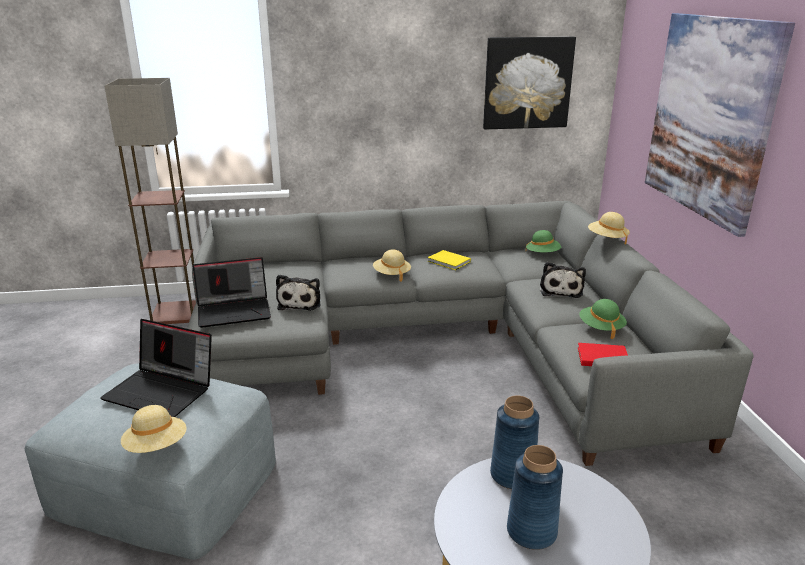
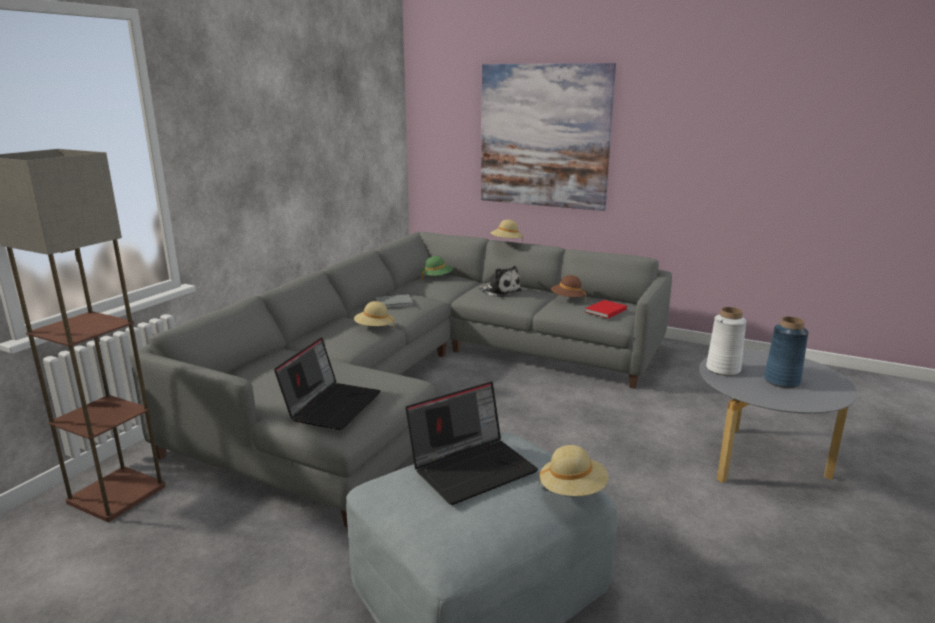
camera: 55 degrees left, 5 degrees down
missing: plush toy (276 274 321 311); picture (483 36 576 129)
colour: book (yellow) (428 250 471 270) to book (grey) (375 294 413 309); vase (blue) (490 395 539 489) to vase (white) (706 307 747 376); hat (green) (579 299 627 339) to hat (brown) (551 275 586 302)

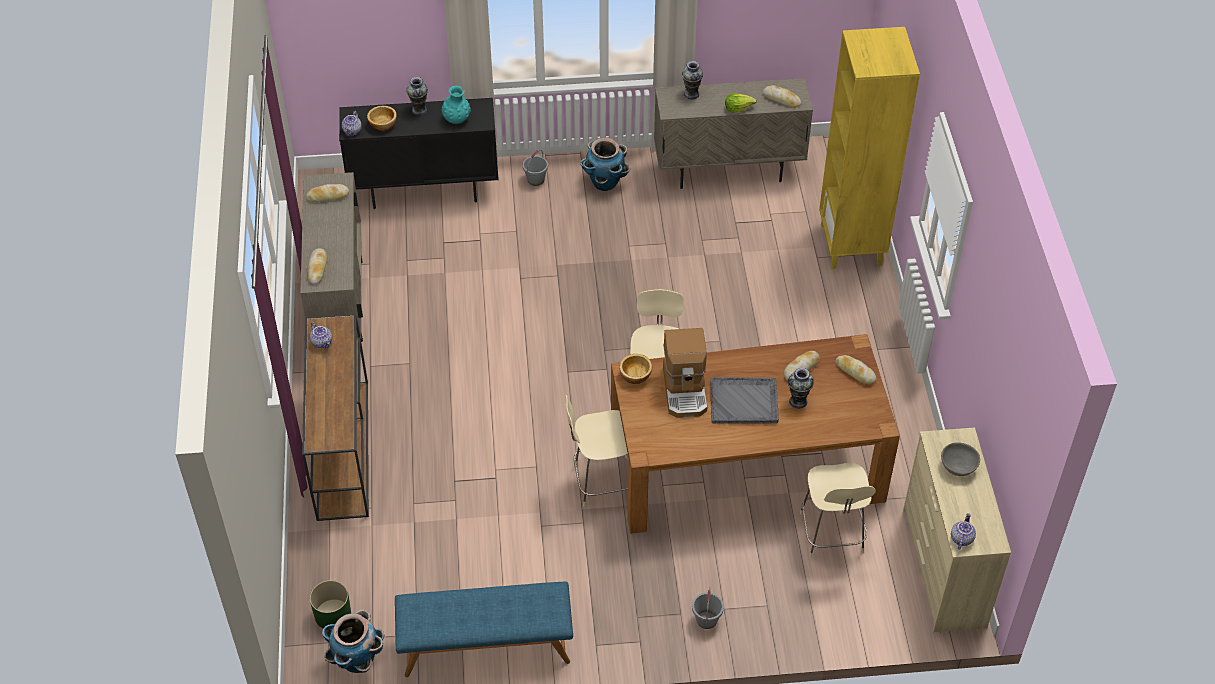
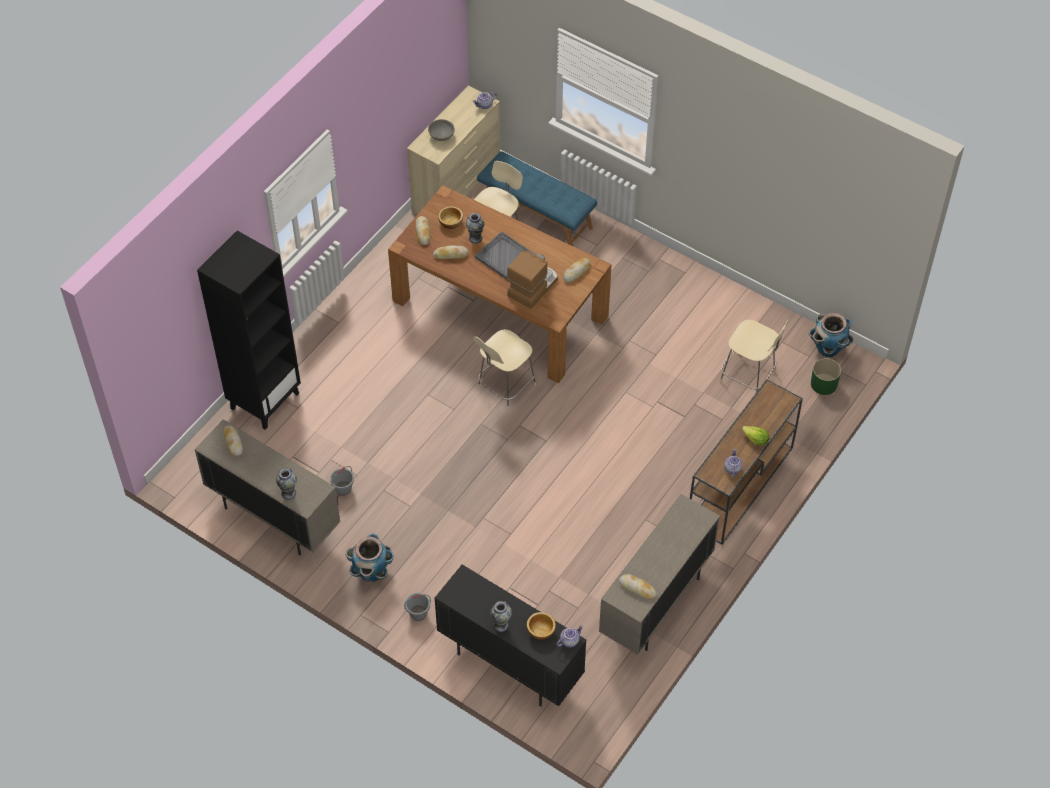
camera: 140 degrees left, 5 degrees up
missing: vase (turquoise) (441 85 471 124)
relocated: bread (307 248 328 284) to (563 258 591 282); bench (blue) (395 581 573 677) to (477 151 597 246); chair (beige) (565 395 629 507) to (720 319 790 392); bowl (619 354 652 384) to (438 206 463 229); bucket (grey) (692 587 724 629) to (330 466 354 496); lettuce (725 93 756 113) to (742 426 769 445)
colour: bookcase (yellow) (819 27 920 269) to bookcase (black) (197 231 301 430)

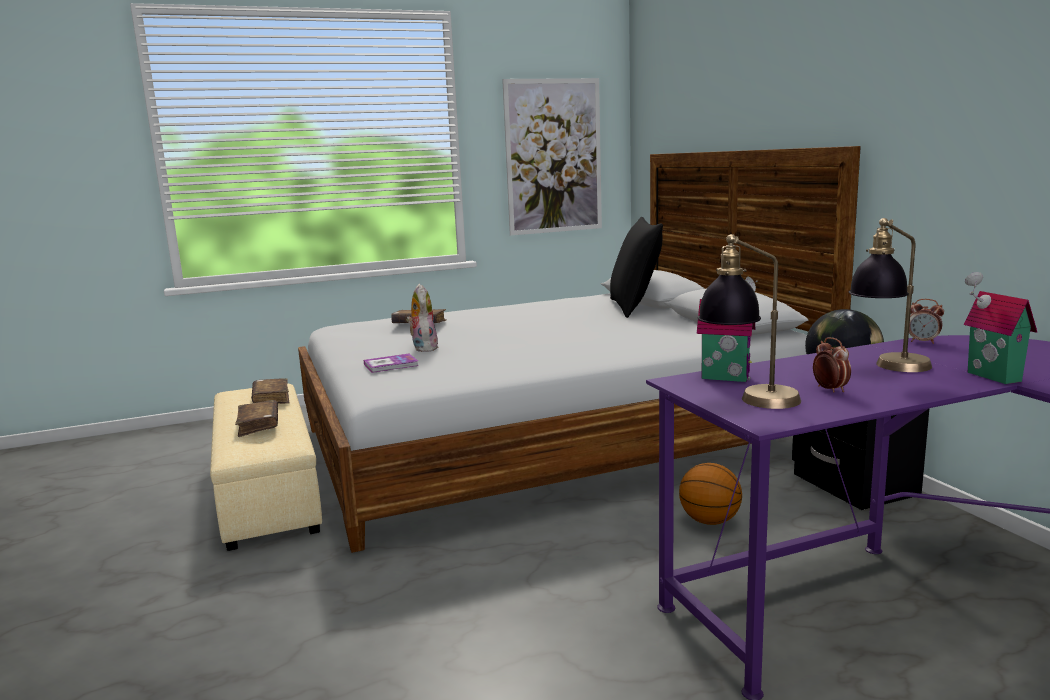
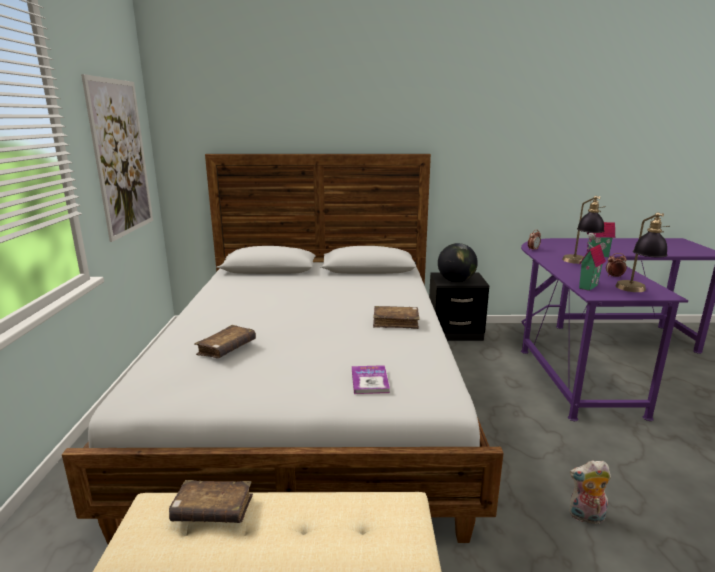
camera: 70 degrees left, 5 degrees up
missing: pillow (black) (610 217 663 318); basketball (679 463 742 525)
relocated: book (brown) (235 400 278 437) to (373 306 420 329); plush toy (406 284 438 352) to (569 461 611 524)

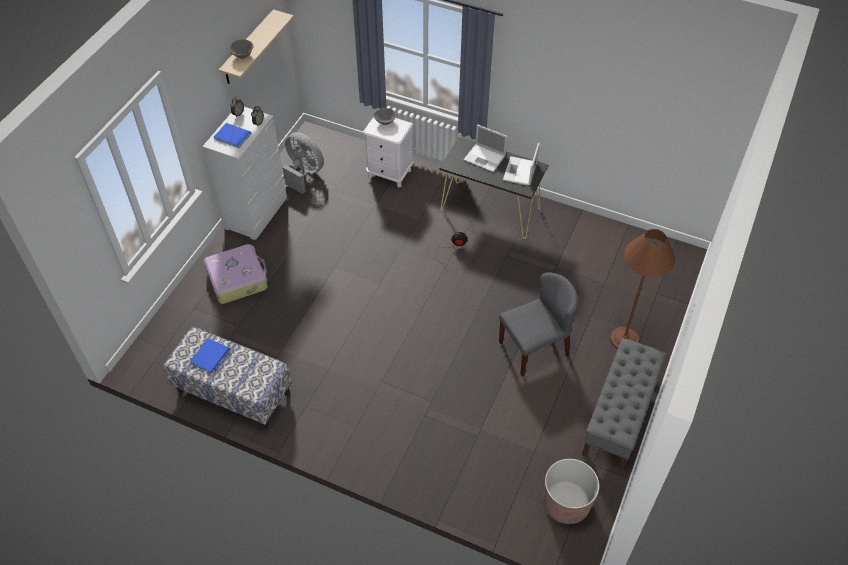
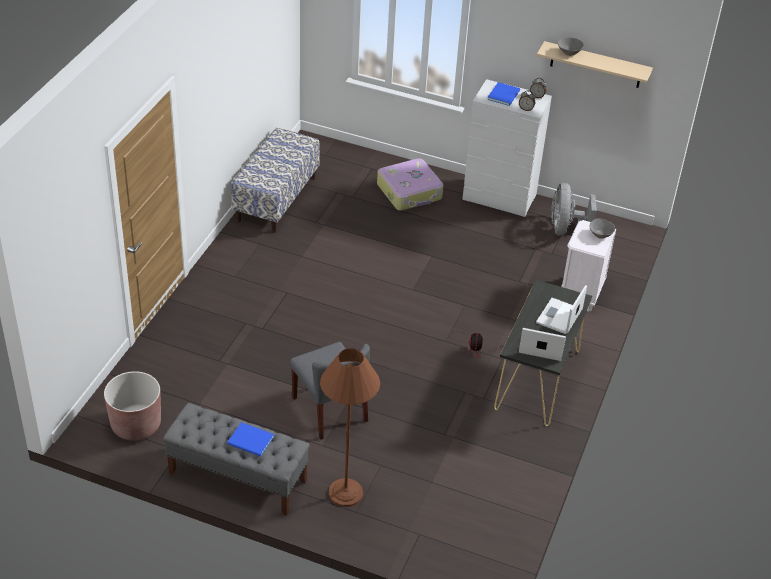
camera: 85 degrees right, 10 degrees down
relocated: book (blue) (190 338 230 373) to (227 422 274 457)
spun: fan (grey) (283 132 324 194) = (551 183 597 235) 150 degrees clockwise

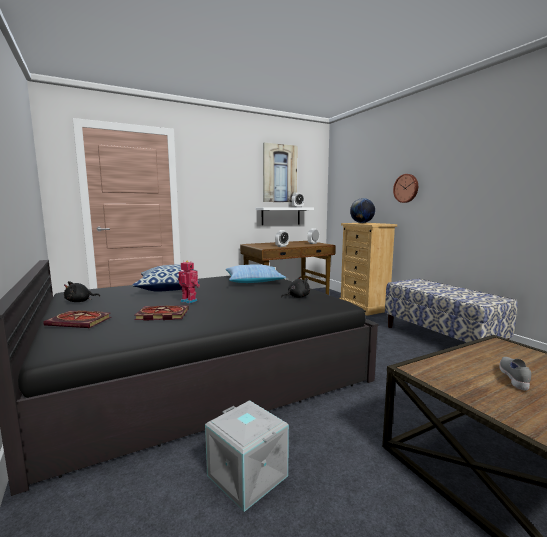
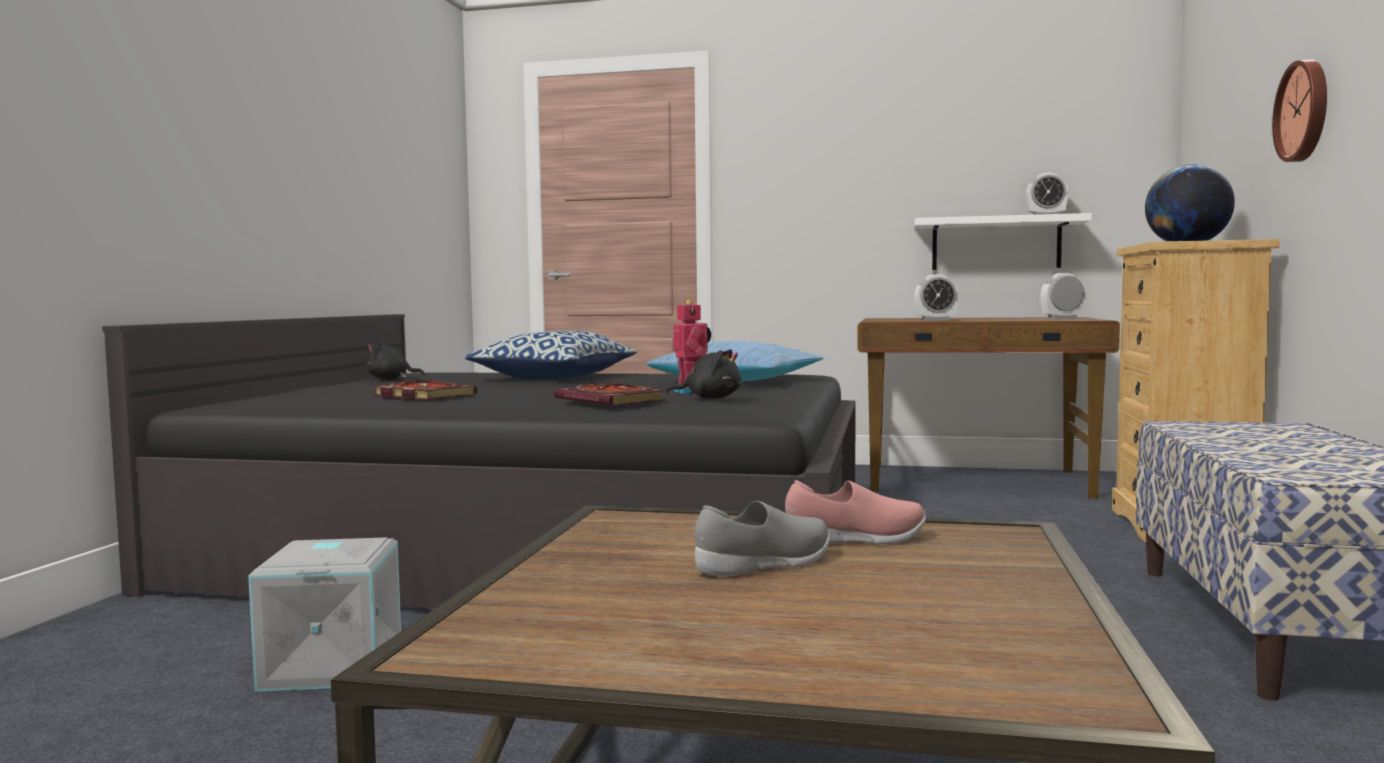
camera: 40 degrees right, 5 degrees down
missing: picture (263 142 297 202)
appeared: shoe (pink) (785 480 926 544)
relocated: book (43 310 111 328) to (554 383 666 405); toy robot (178 260 200 304) to (673 300 711 394)

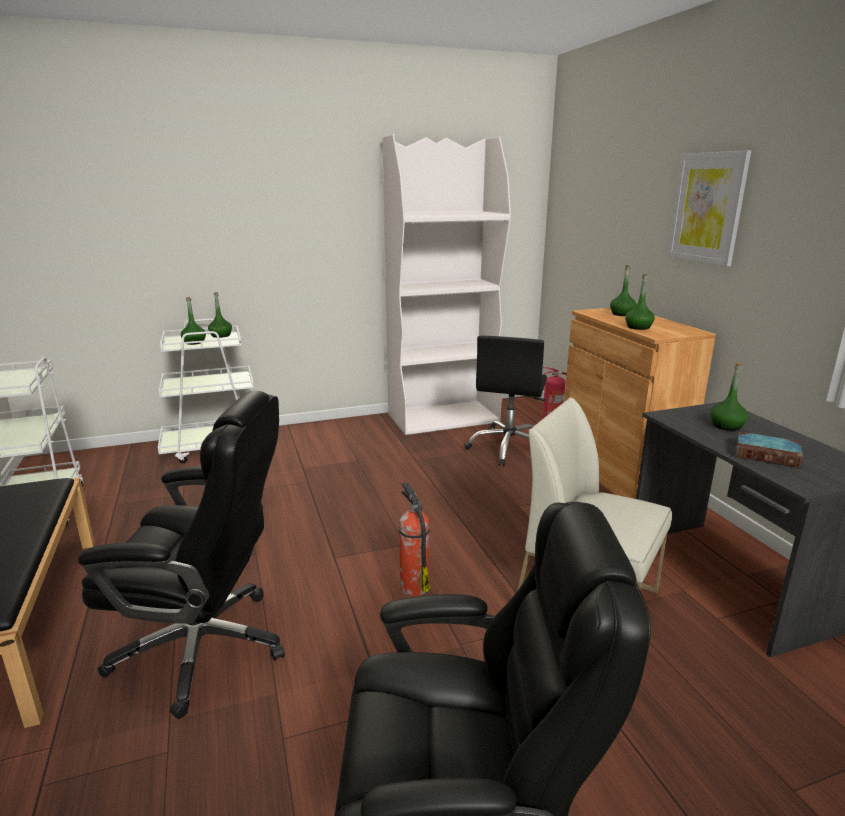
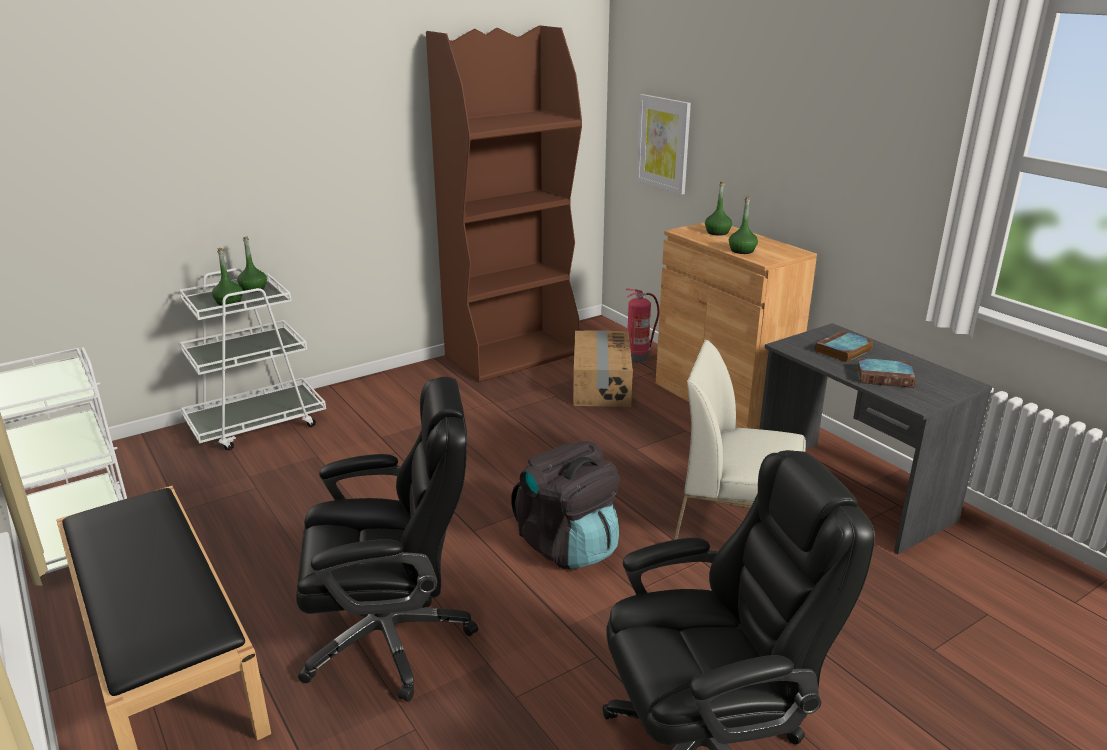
camera: 15 degrees left, 5 degrees up
relocated: picture (668 150 751 266) to (636 94 691 195)
exchanged: fire extinguisher (399 482 430 596) to backpack (black) (511 441 619 569); office chair (black) (465 336 547 466) to cardboard box (573 330 633 407); bottle (green) (710 363 748 431) to book (815 330 873 363)
colour: bookcase (white) (383 134 511 435) to bookcase (brown) (426 25 582 382)

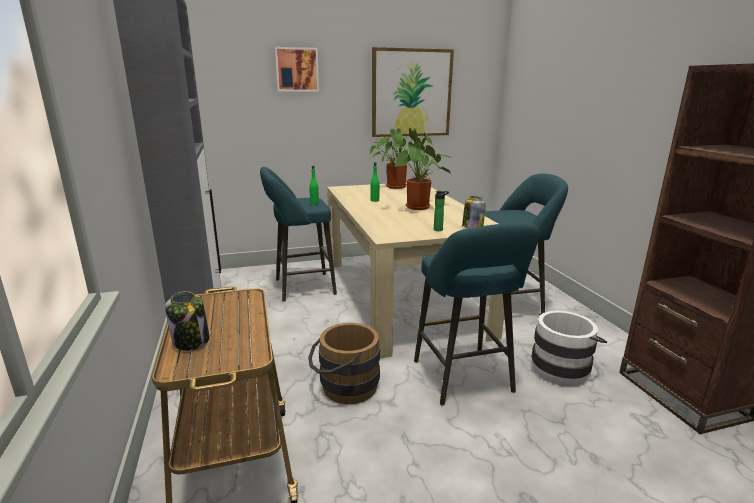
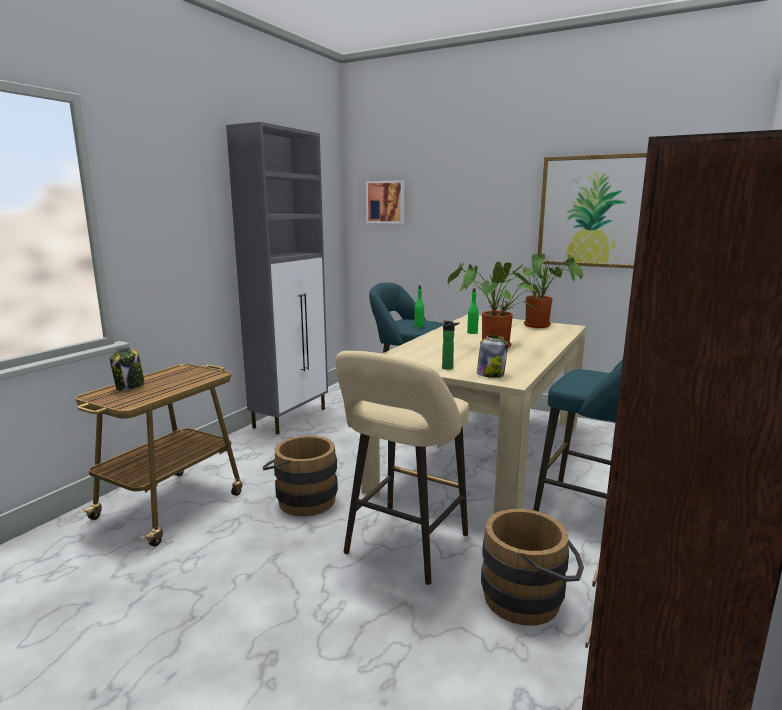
camera: 45 degrees right, 5 degrees down
relocated: picture (275 47 319 92) to (366 180 405 224)
colour: stool (turquoise) (414 223 540 405) to stool (beige) (336 351 469 585); bucket (white) (532 311 607 387) to bucket (brown) (481 509 584 626)

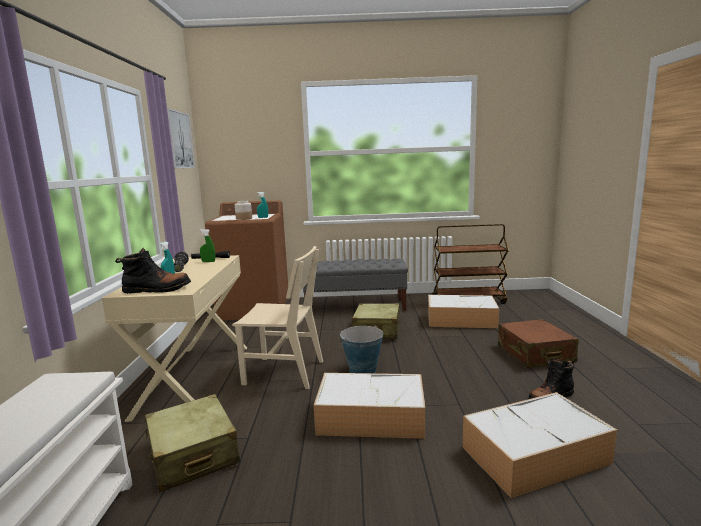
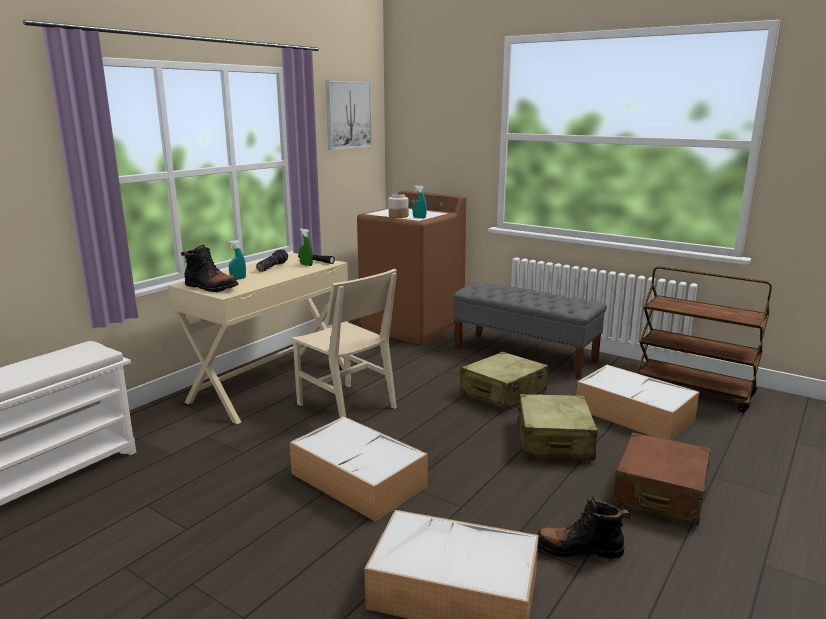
camera: 35 degrees right, 5 degrees up
missing: bucket (340 326 383 373)
relocated: suitcase (beige) (145 394 240 492) to (517 394 598 460)

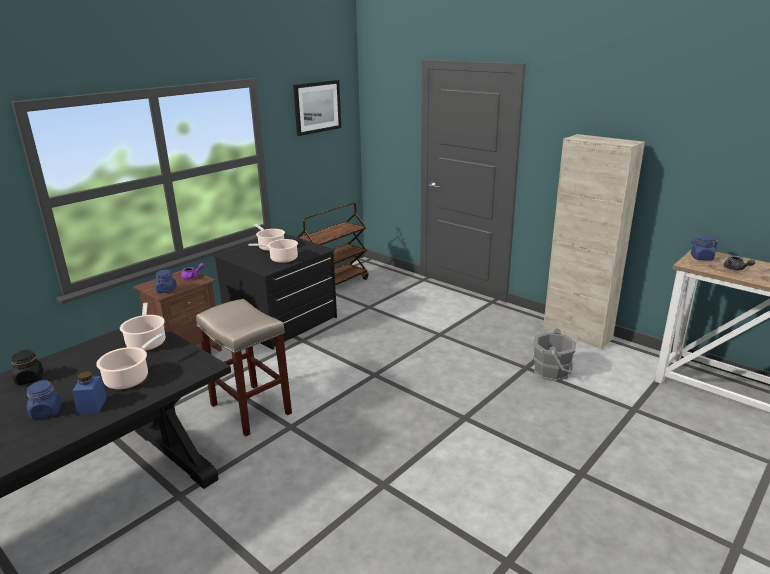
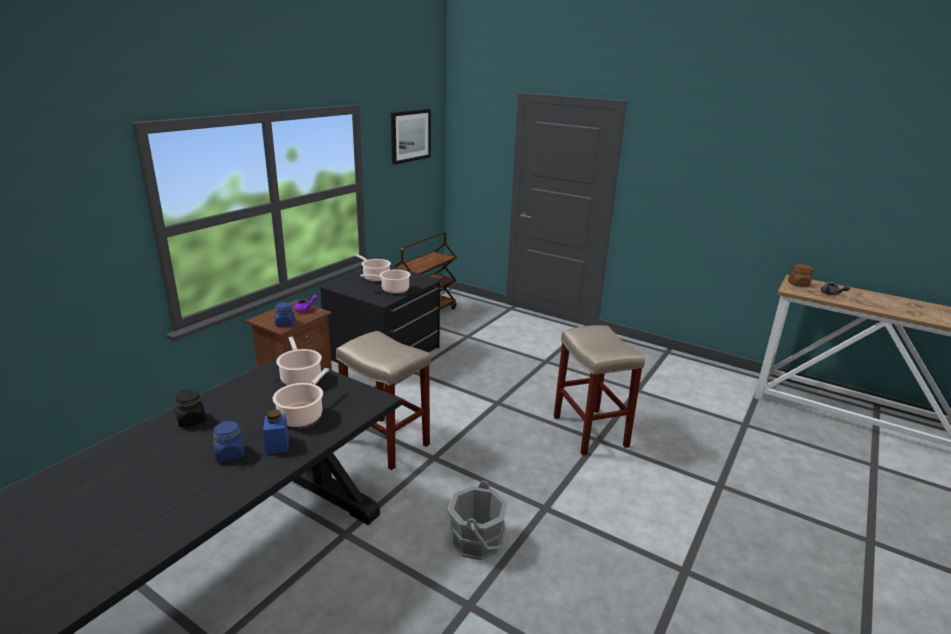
camera: 10 degrees left, 0 degrees up
missing: cabinet (beige) (543 134 645 349)
appeared: stool (beige) (554 325 645 455)
relocated: bucket (grey) (533 328 577 381) to (447 481 508 560)
colour: jar (blue) (691 235 718 261) to jar (brown) (788 264 814 287)

